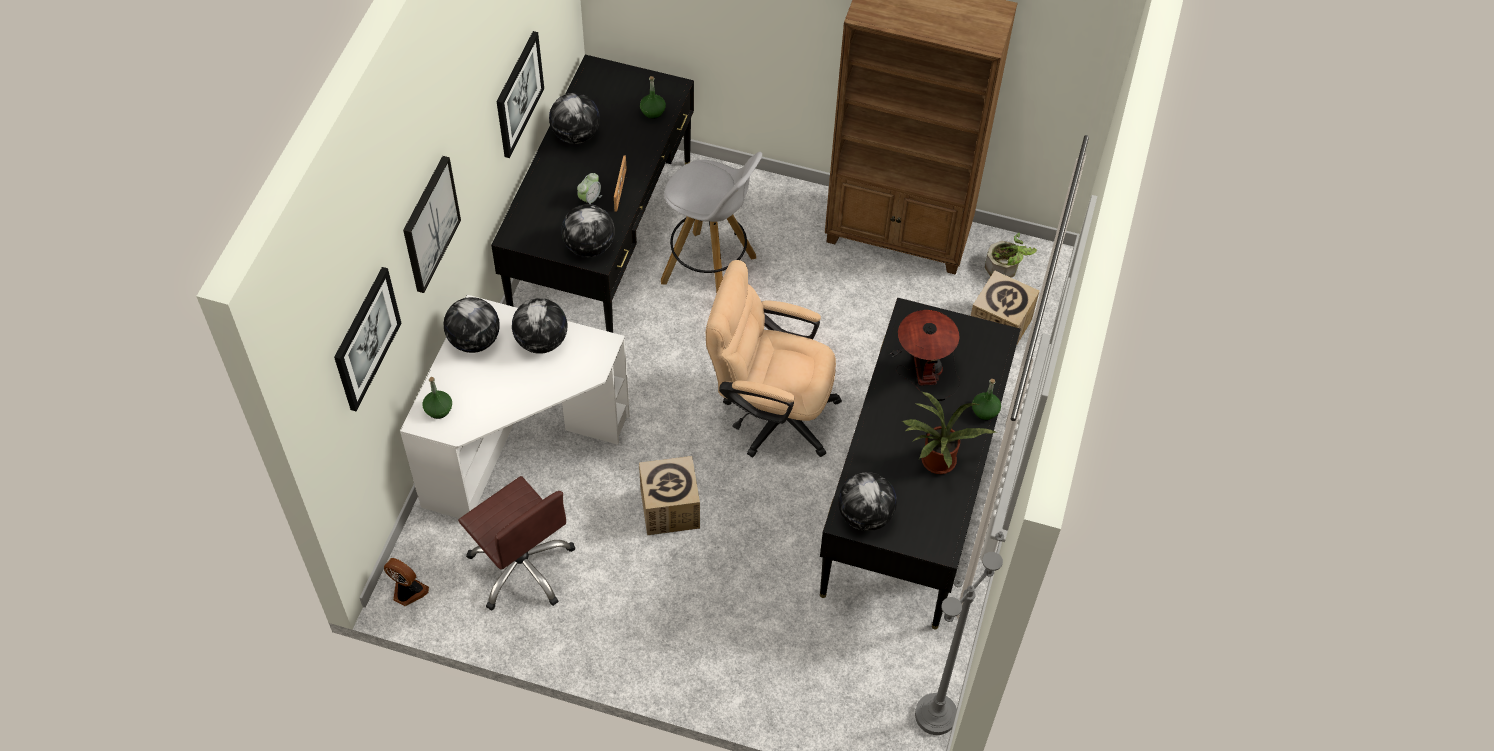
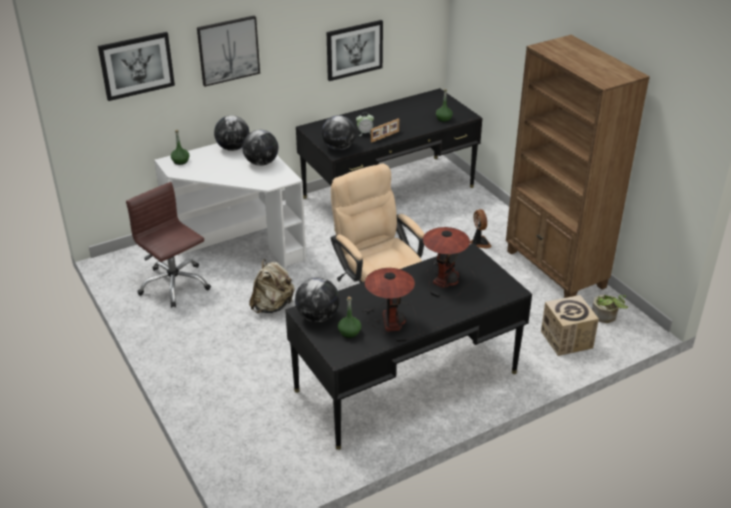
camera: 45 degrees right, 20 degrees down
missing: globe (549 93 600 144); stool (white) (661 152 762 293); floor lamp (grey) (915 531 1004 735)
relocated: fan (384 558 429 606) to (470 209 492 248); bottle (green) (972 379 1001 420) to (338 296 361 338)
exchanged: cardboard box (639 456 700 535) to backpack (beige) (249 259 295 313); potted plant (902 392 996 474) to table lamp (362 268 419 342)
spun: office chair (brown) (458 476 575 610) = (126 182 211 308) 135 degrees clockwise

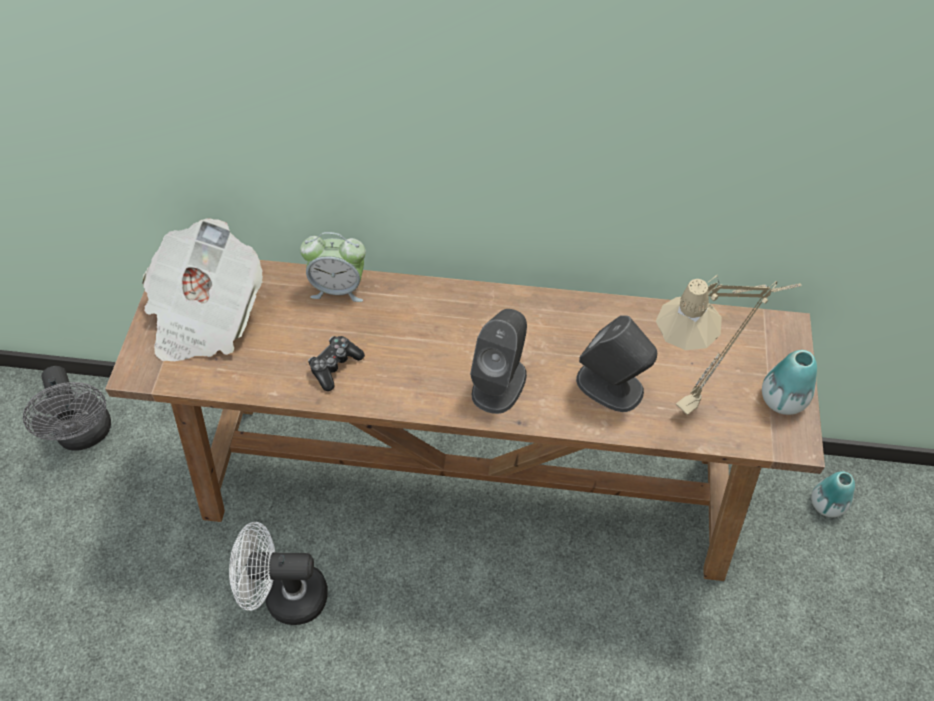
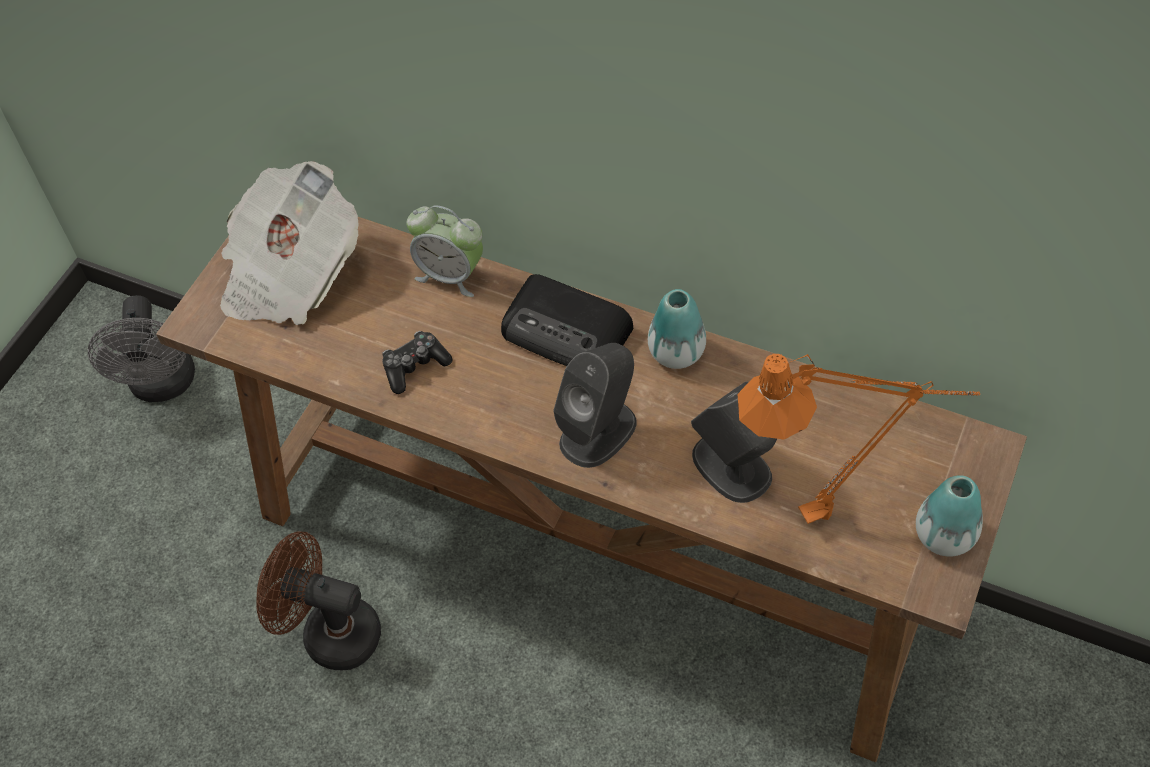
camera: 20 degrees right, 0 degrees up
appeared: radio (501 274 633 366)
relocated: vase (811 471 855 517) to (648 289 706 369)
colour: fan (white) (229 522 328 625) to fan (brown) (256 531 381 670); table lamp (beige) (656 275 801 415) to table lamp (orange) (738 354 980 524)

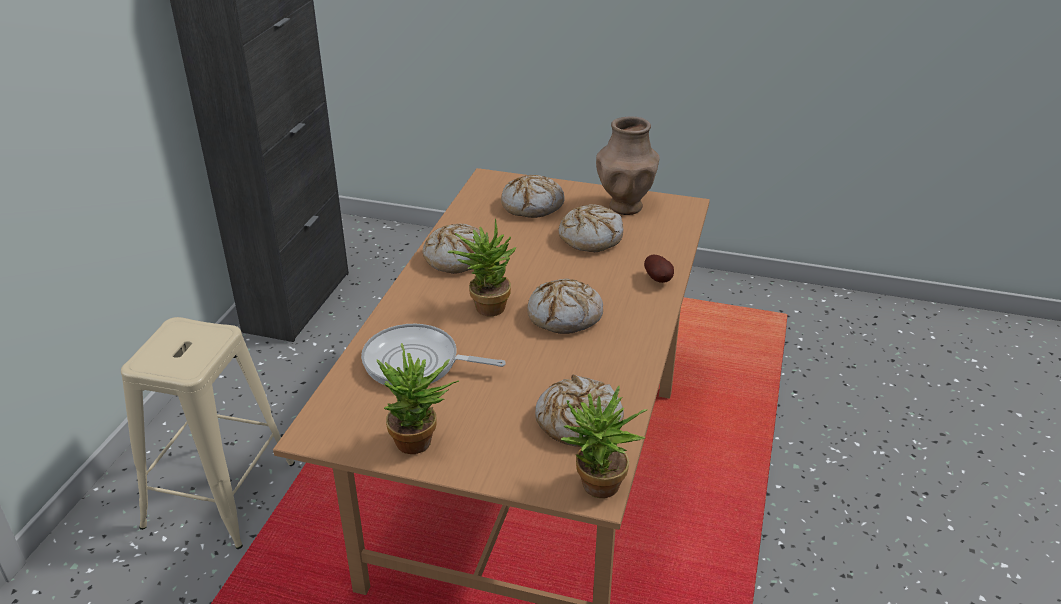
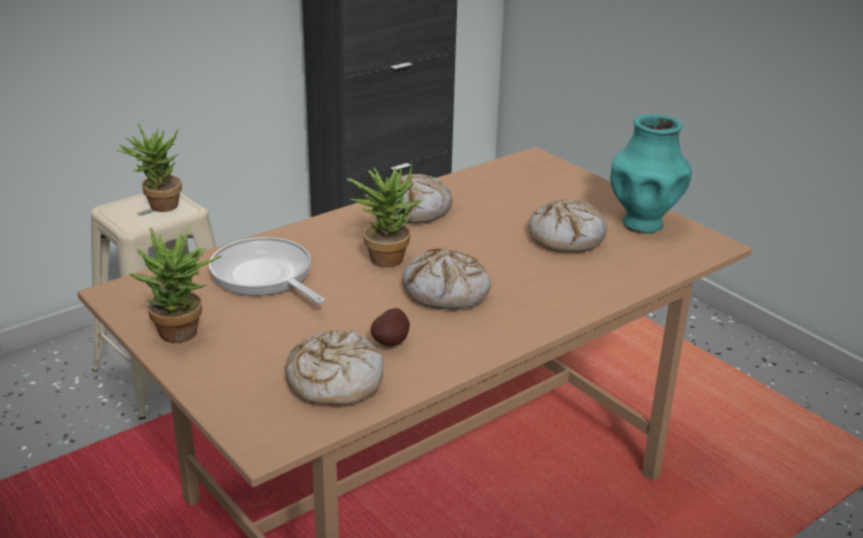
camera: 35 degrees right, 5 degrees down
missing: bread (501 175 565 218)
relocated: potted plant (561 385 647 498) to (116 124 182 212); potato (644 255 674 283) to (371 308 410 347)
colour: vase (brown) (596 116 660 215) to vase (turquoise) (610 114 692 233)

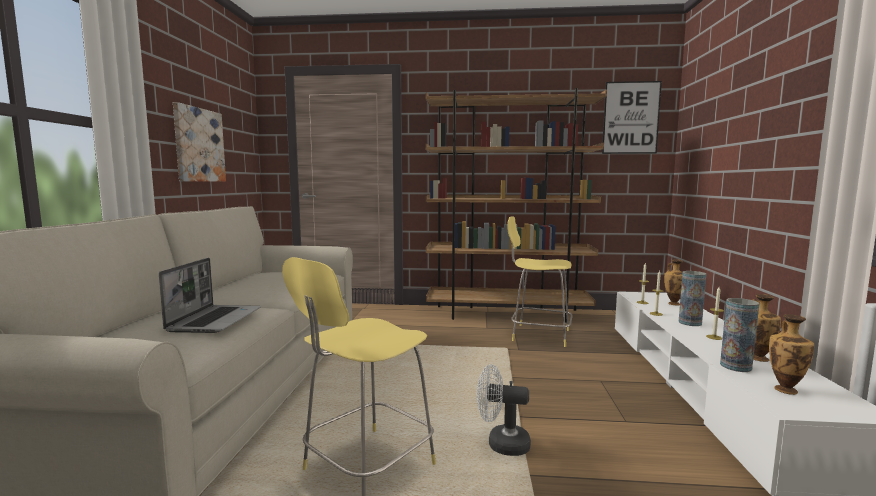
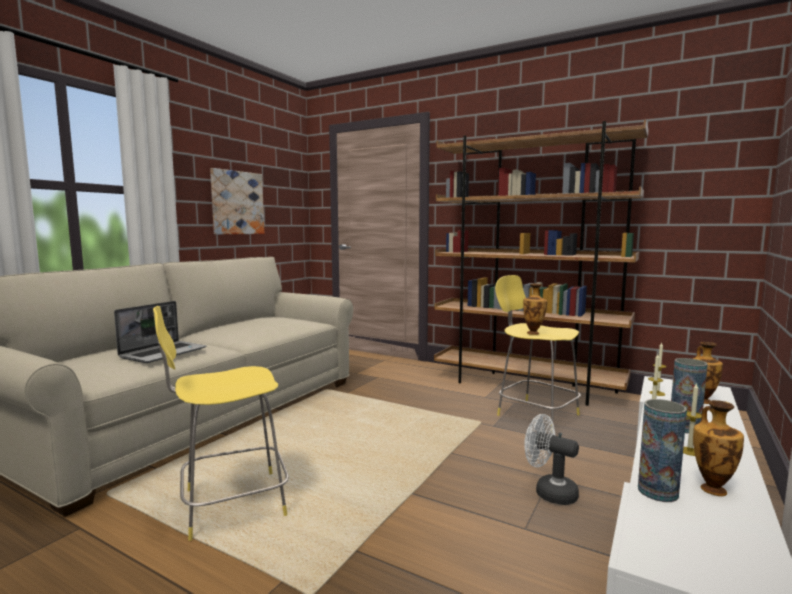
camera: 25 degrees right, 0 degrees up
missing: picture (602 81 662 154)
relocated: fan (white) (477 364 531 456) to (524 414 579 505); vase (769 314 814 395) to (523 284 547 335)

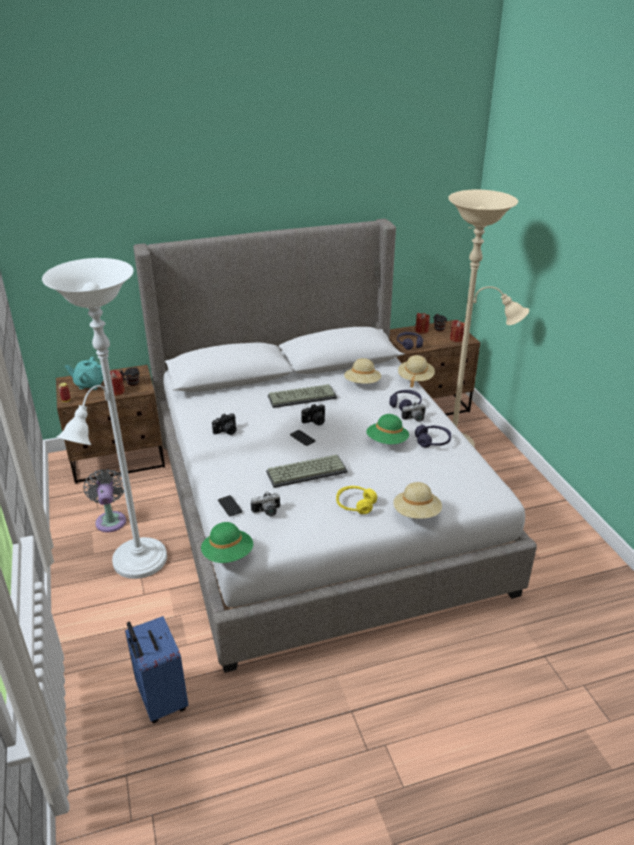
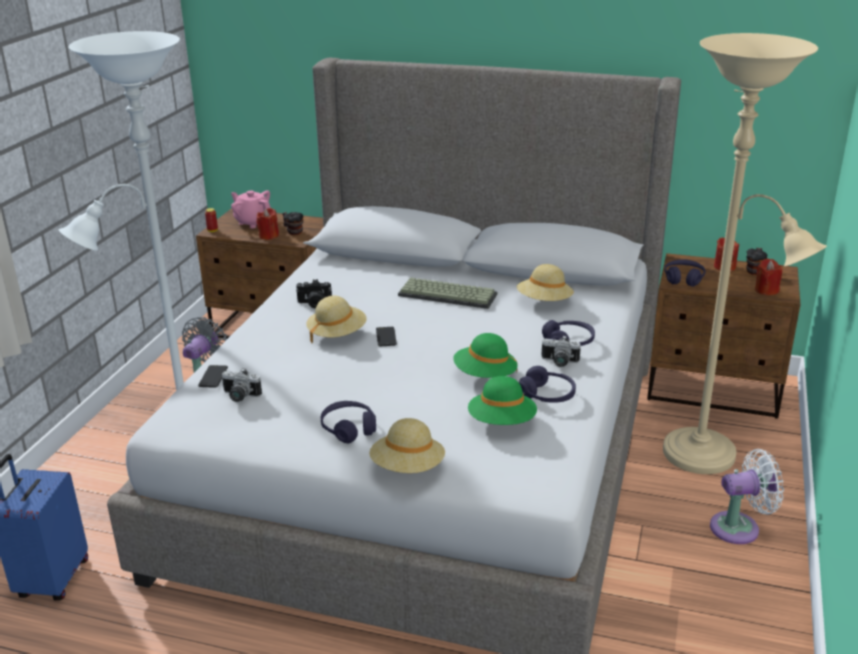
camera: 35 degrees right, 5 degrees down
missing: keyboard (266 455 348 488); photo camera (301 404 326 425)
appeared: fan (white) (710 449 784 544)
relocated: hat (green) (201 522 253 563) to (468 376 537 425); hat (beige) (398 355 435 388) to (306 296 367 343)
colour: teapot (turquoise) (65 357 104 390) to teapot (pink) (231 190 271 228); headphones (yellow) (336 486 377 514) to headphones (purple) (321 401 376 443)

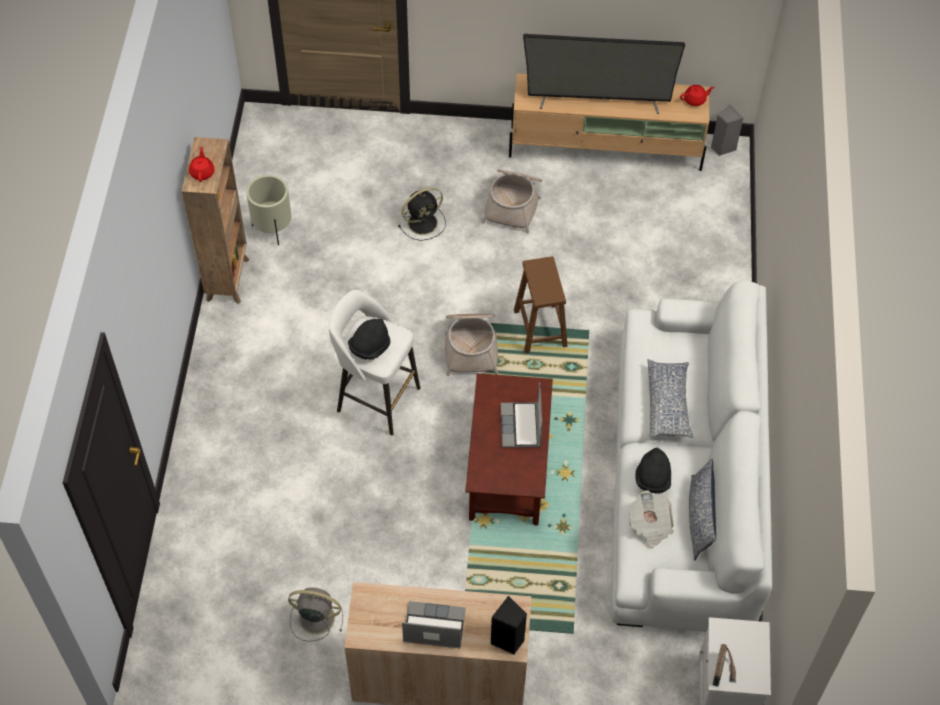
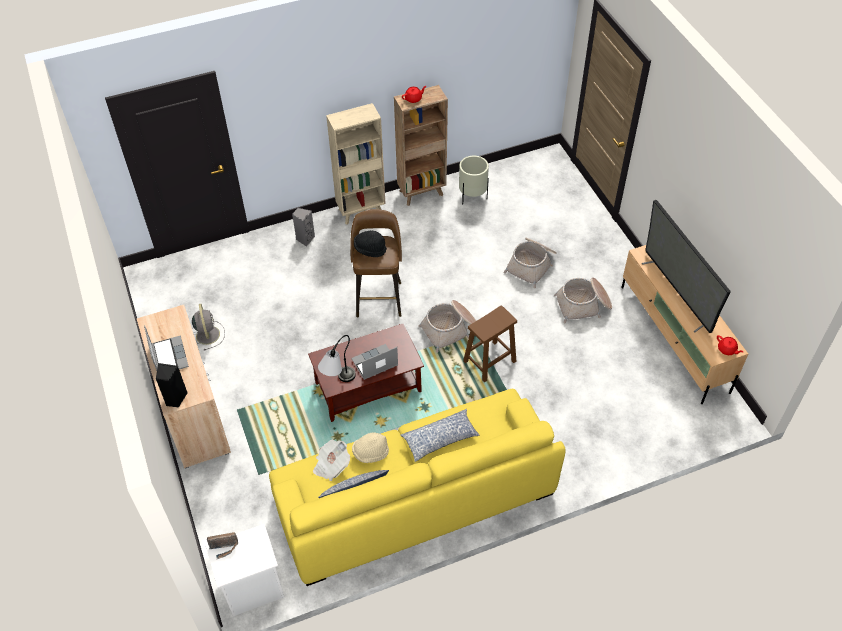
camera: 65 degrees right, 5 degrees down
appeared: table lamp (318 335 356 382); bookcase (beige) (326 103 386 225)
relocated: speaker (grey) (711 104 743 156) to (292 208 315 247)
exchanged: fan (black) (398 188 446 241) to basket (504 238 557 288)
colour: stool (white) (329 290 420 435) to stool (brown) (350 209 402 318); sofa (white) (611 280 772 632) to sofa (yellow) (269 389 566 586); hat (black) (635 448 671 493) to hat (beige) (352 432 389 463)

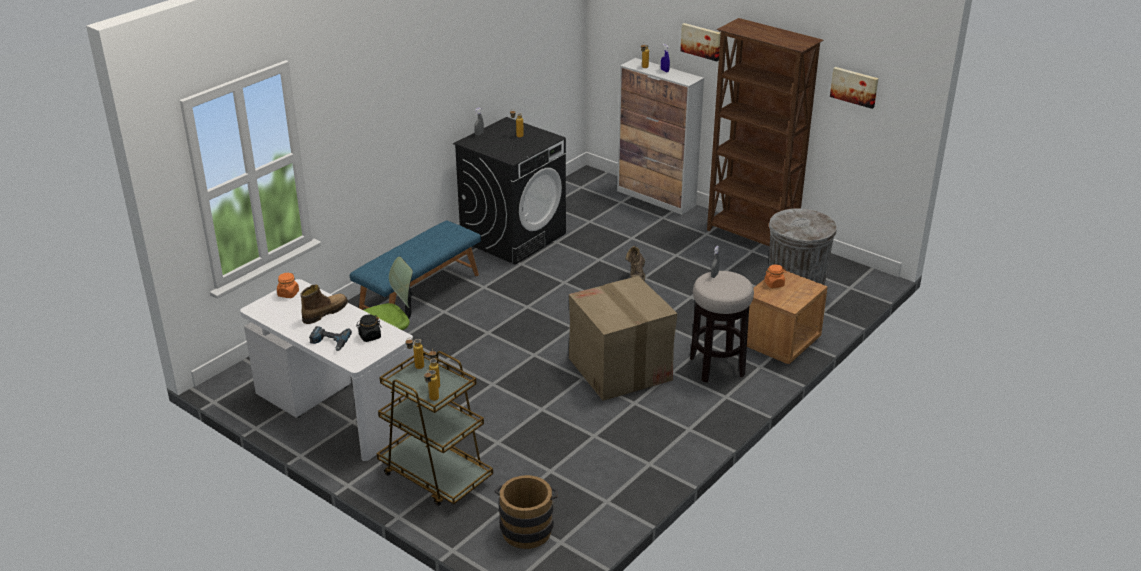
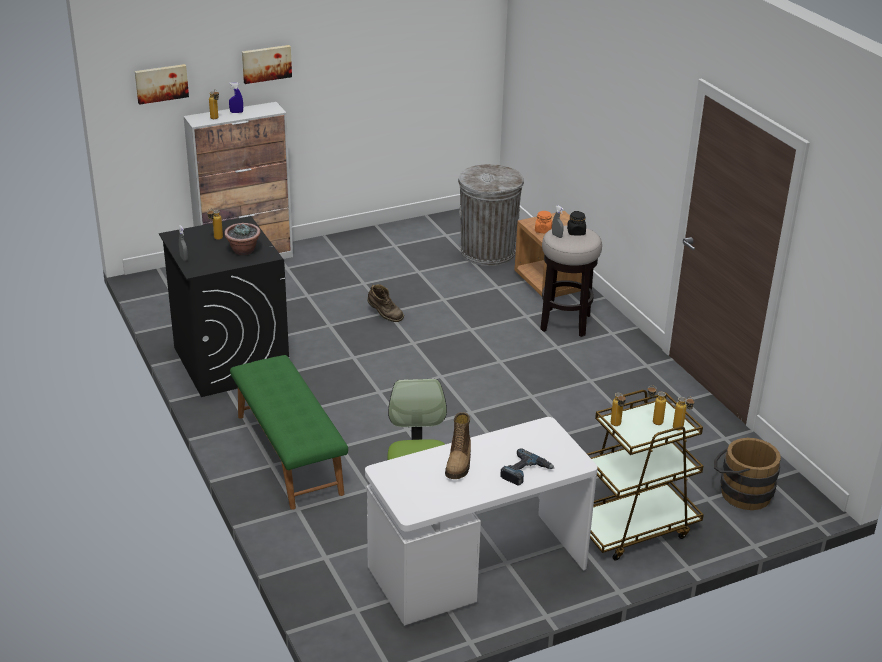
camera: 65 degrees left, 0 degrees up
missing: jar (orange) (277 273 299 298); cardboard box (569 276 678 401); bookcase (brown) (707 18 823 247)
appeared: potted plant (224 223 261 255)
relocated: jar (black) (356 314 382 342) to (567 211 586 235); picture (830 67 878 109) to (135 64 189 105)
colour: bench (blue) (350 220 481 310) to bench (green) (230 355 348 510)
spun: boot (300 284 348 324) = (445 412 471 479) 150 degrees counterclockwise

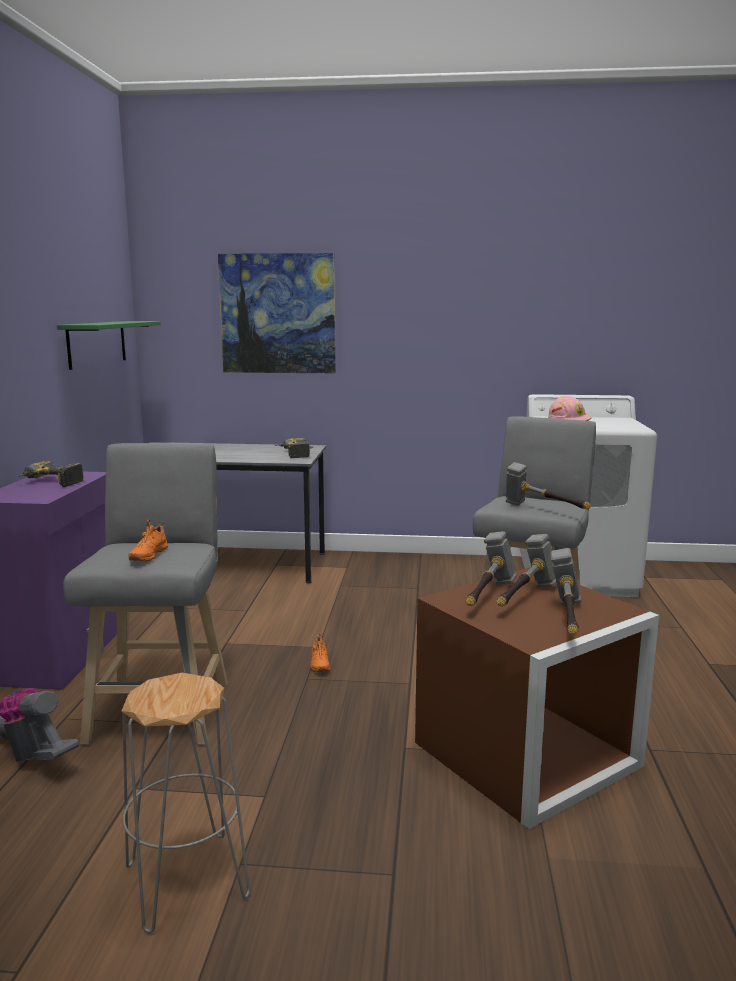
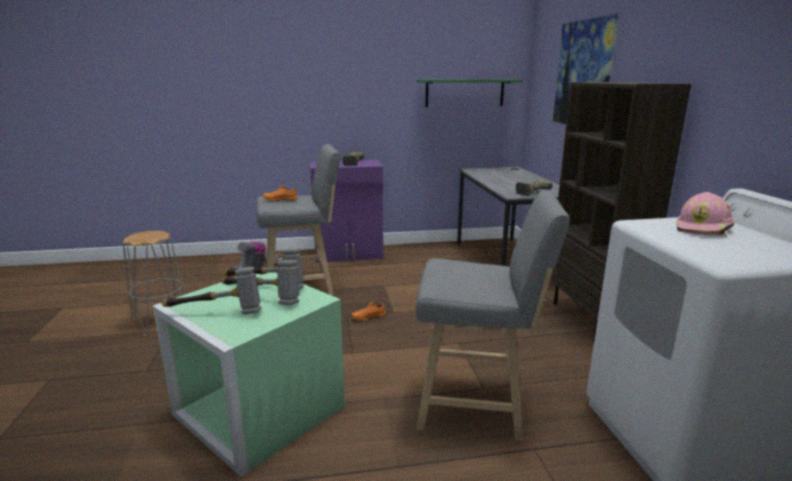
camera: 75 degrees right, 5 degrees up
missing: hammer (506 462 591 509)
appeared: bookcase (brown) (550 82 691 342)
colour: storage box (brown) (415 567 659 829) to storage box (green) (153 272 345 477)

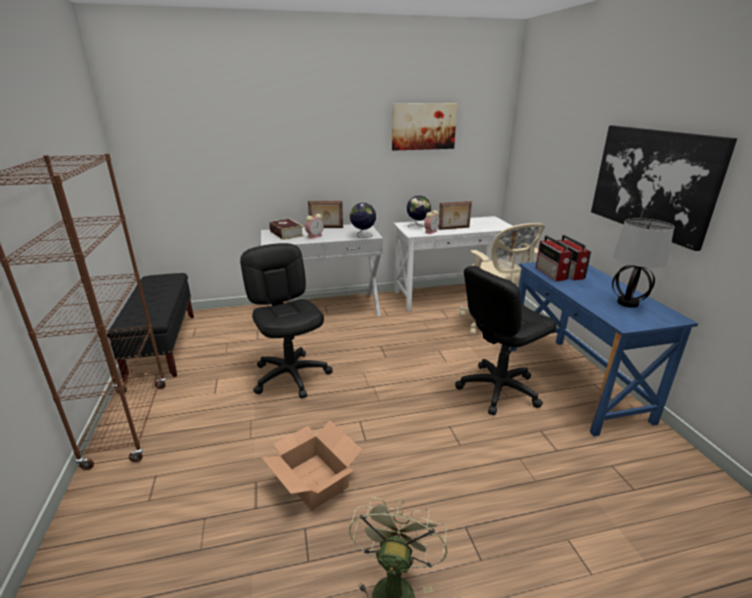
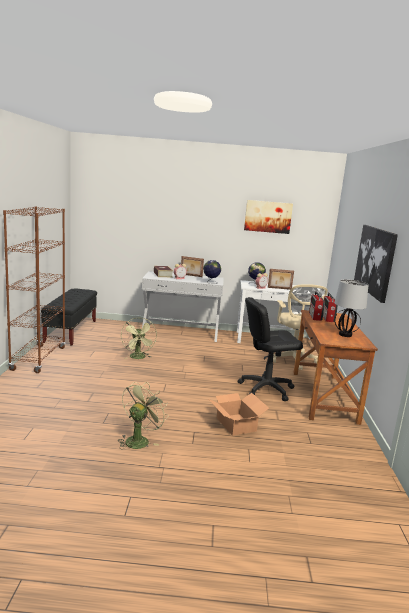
camera: 15 degrees right, 10 degrees down
relocated: cardboard box (261 420 362 511) to (209 393 269 436)
exchanged: office chair (black) (240 243 333 398) to fan (green) (121 317 157 359)
colour: desk (blue) (509 262 698 437) to desk (brown) (294 310 378 425)

